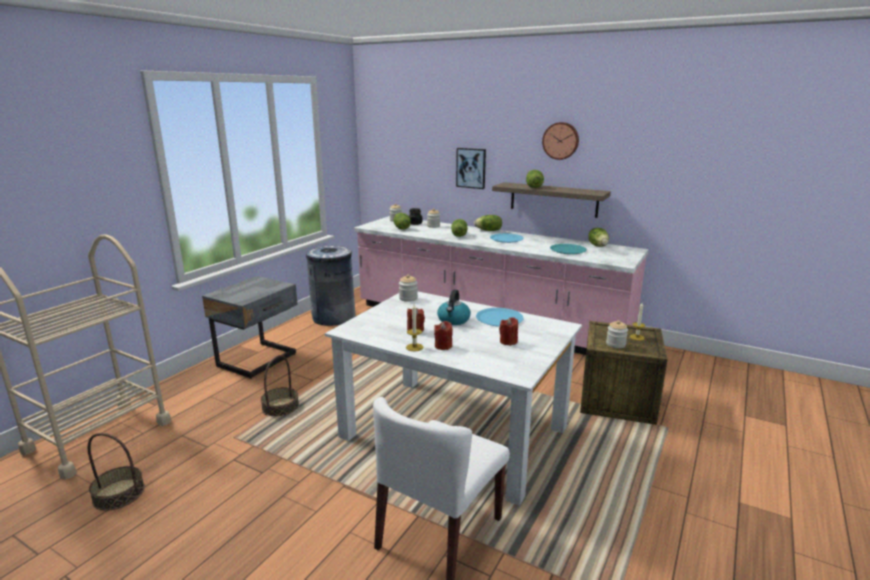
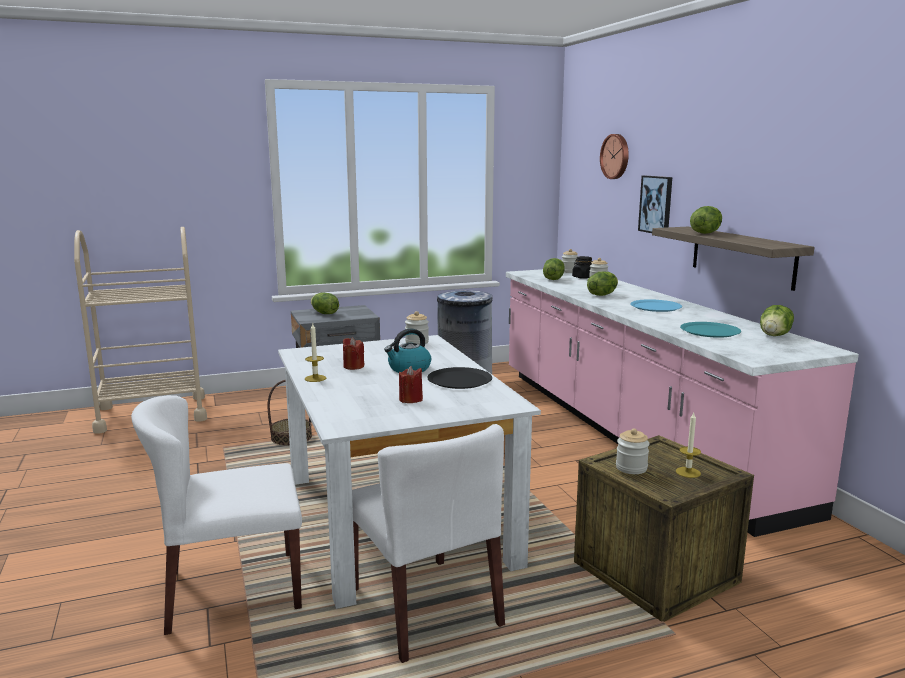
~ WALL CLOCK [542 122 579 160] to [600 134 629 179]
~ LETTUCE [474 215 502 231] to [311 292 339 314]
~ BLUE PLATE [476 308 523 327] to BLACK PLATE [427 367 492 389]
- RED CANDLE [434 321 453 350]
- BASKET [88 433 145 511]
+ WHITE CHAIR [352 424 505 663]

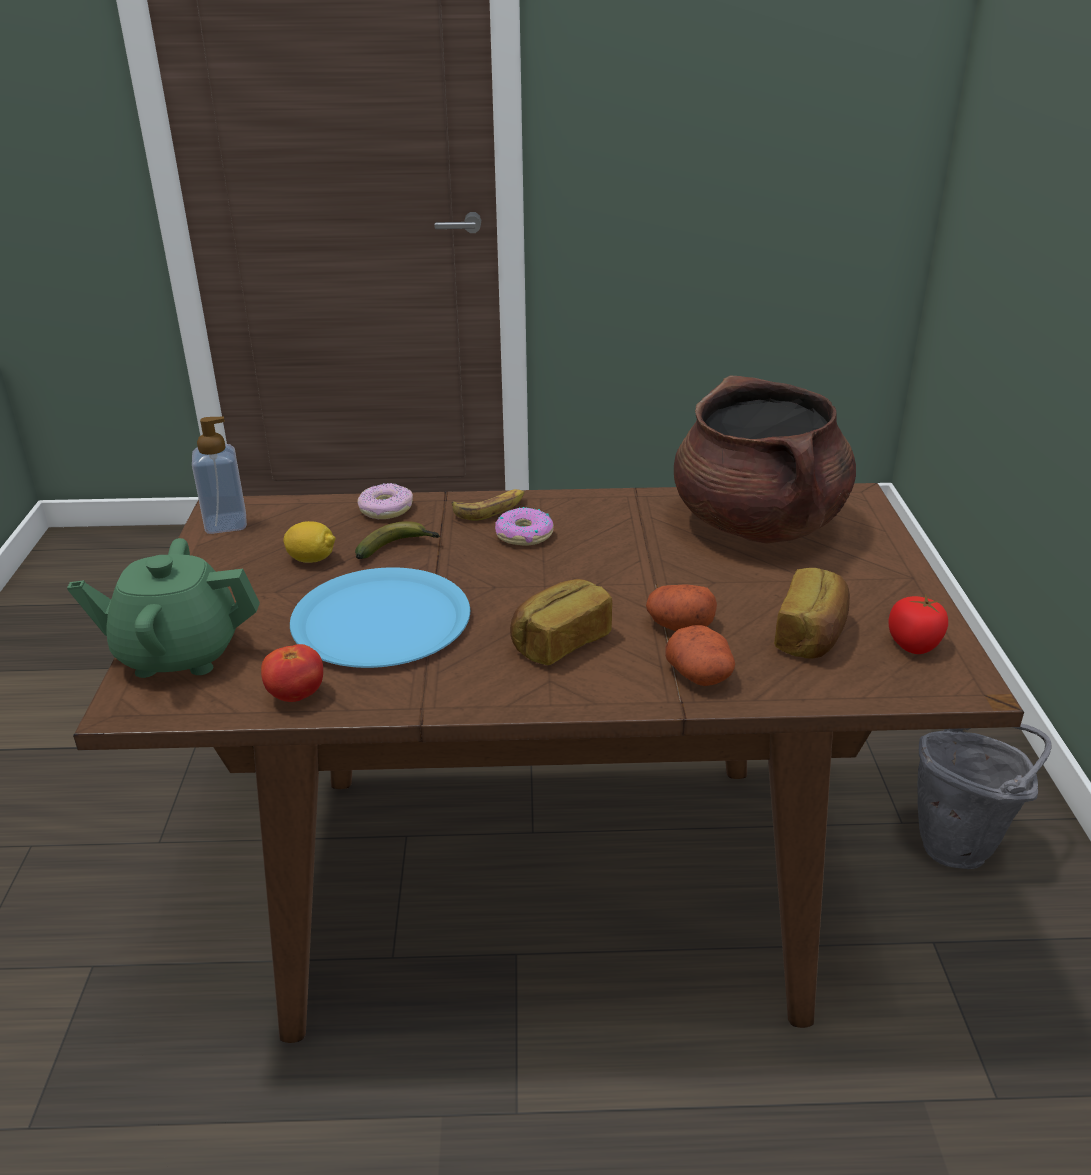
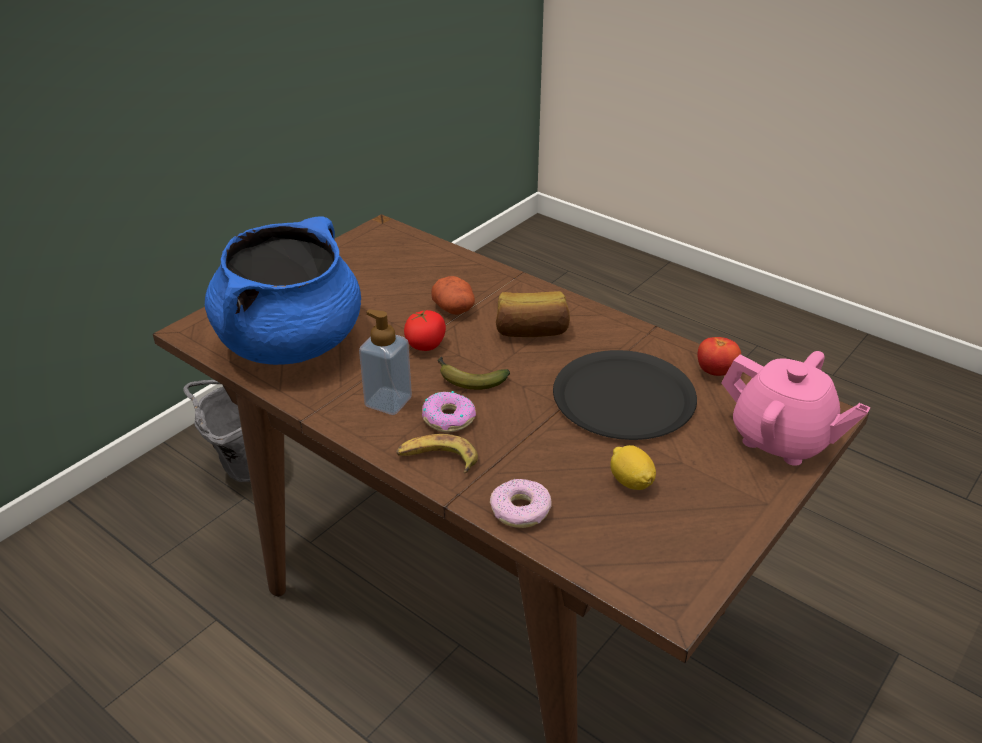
~ BROWN COOKING POT [674 375 856 543] to BLUE COOKING POT [205 216 361 365]
~ SOAP DISPENSER [192 417 247 534] to [359 309 412 415]
~ BANANA [355 521 441 559] to [437 356 510 390]
~ GREEN TEAPOT [67 538 260 678] to PINK TEAPOT [721 351 871 466]
~ BLUE PLATE [290 567 470 668] to BLACK PLATE [553 350 697 440]
- BREAD [774 568 850 658]
~ TOMATO [889 594 948 654] to [404 309 446 351]
- POTATO [665 625 735 686]

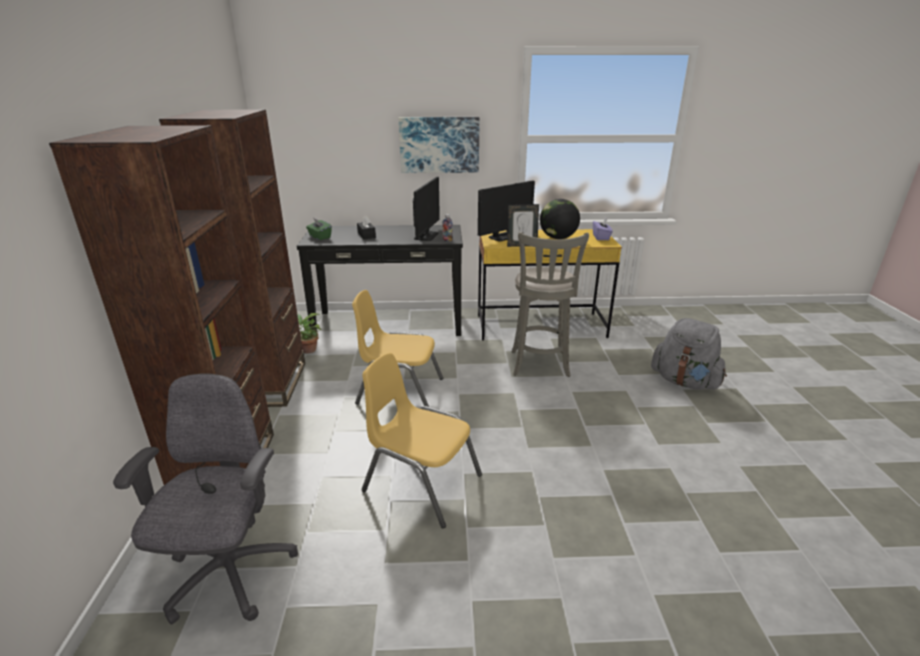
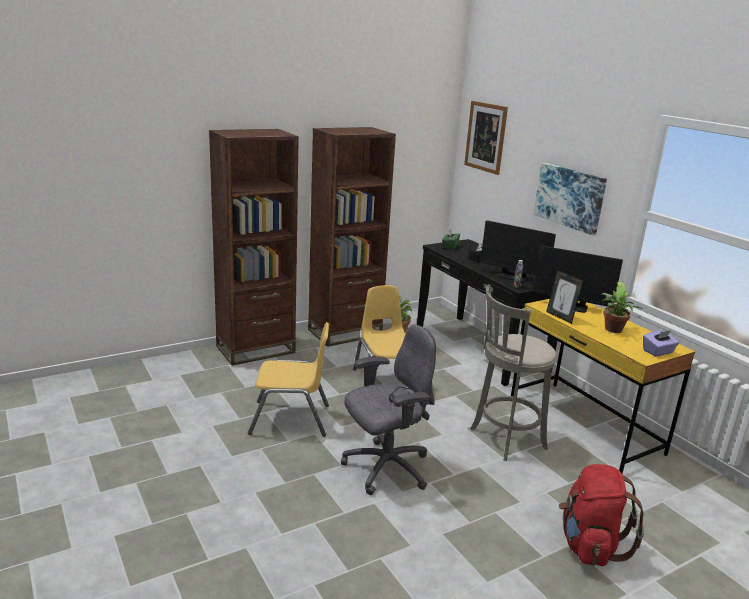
~ MONITOR [413 177 440 241] = [480 220 556 282] 45 degrees clockwise
~ GLOBE [540 199 580 239] to POTTED PLANT [601 281 642 333]
~ GREY BACKPACK [651 318 727 389] to RED BACKPACK [559 464 645 566]
~ YELLOW CHAIR [361 353 482 528] = [248 322 329 437] 90 degrees clockwise
~ GREY OFFICE CHAIR [113 373 298 624] to [341 324 436 495]
+ PICTURE [464 101 508 175]

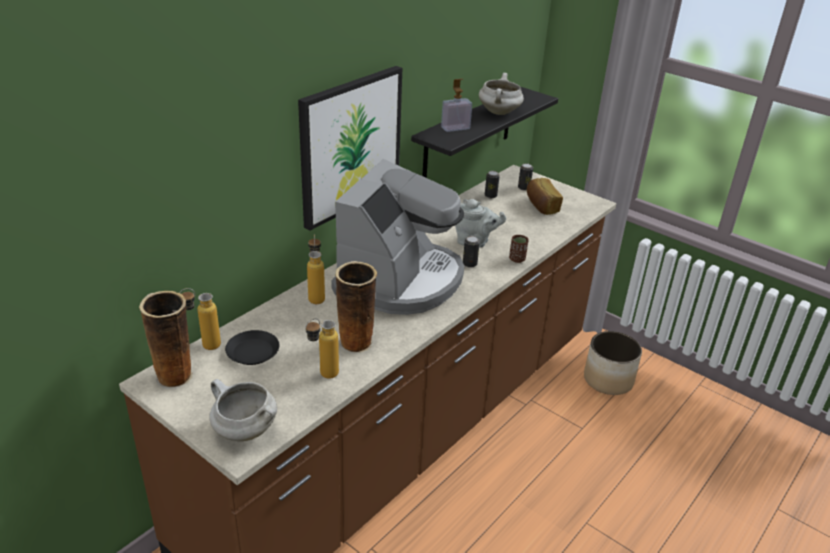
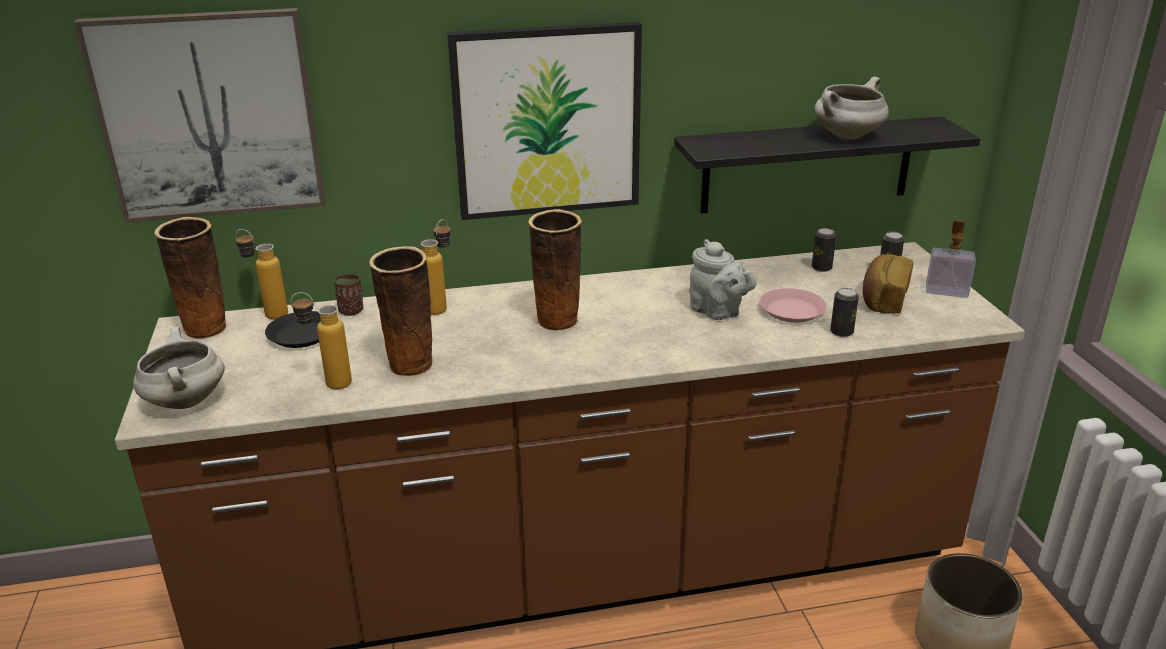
~ SOAP DISPENSER [441 79 472 132] to [926 220 976 298]
~ COFFEE MACHINE [331 159 464 315] to VASE [528 209 582 332]
~ BROWN CUP [509 235 529 263] to [334 274 363 316]
~ CAN [463 236 480 268] to [830 288 859 337]
+ PICTURE [73 8 326 223]
+ PINK PLATE [760 288 827 323]

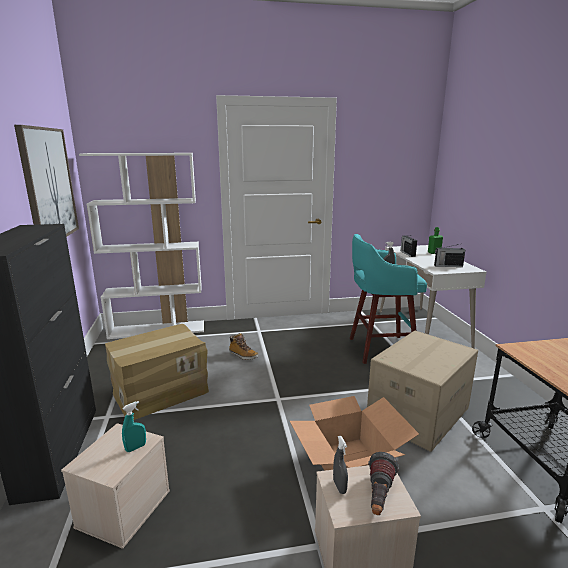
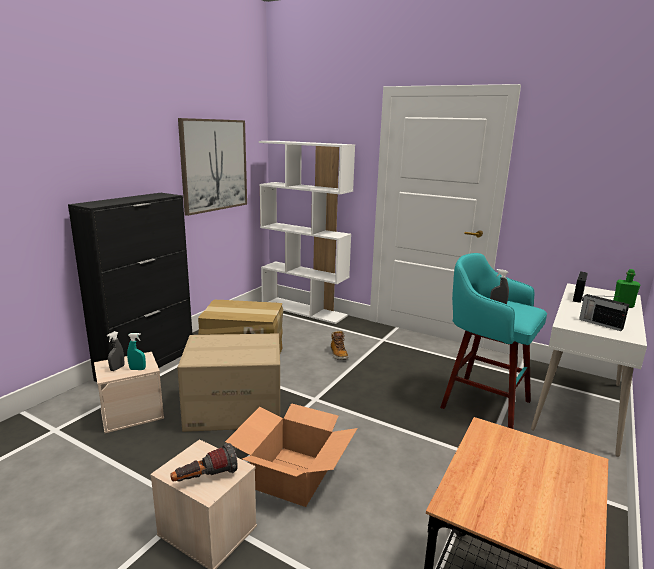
~ CARDBOARD BOX [367 330 478 452] to [177 333 280 432]
~ GREY SPRAY BOTTLE [333 436 348 494] to [107 331 124 371]

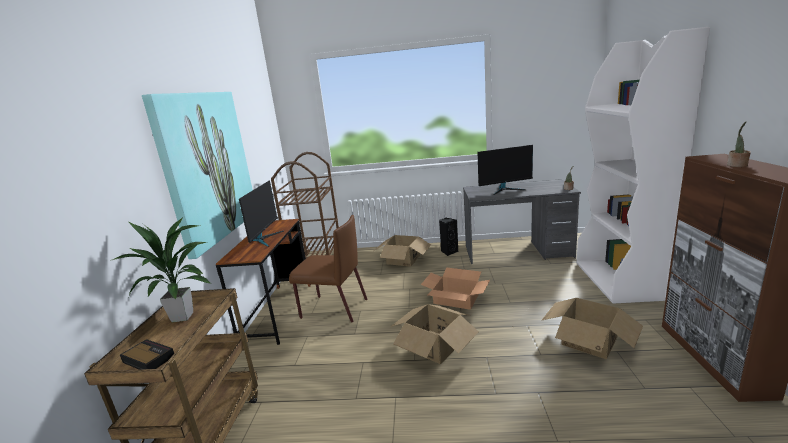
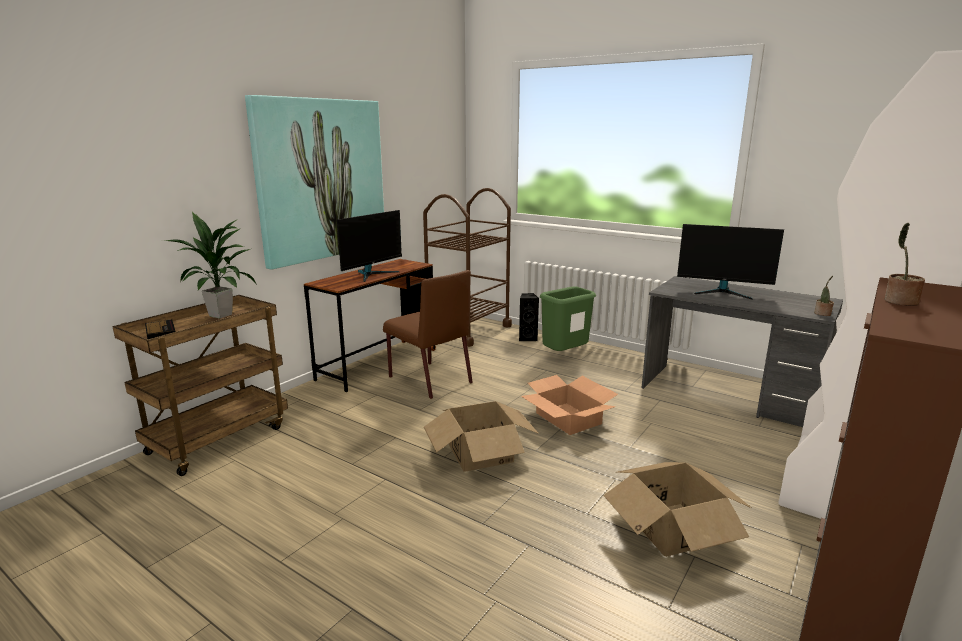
~ BLACK SPEAKER [439 218 459 256] to [519 293 539 341]
~ CARDBOARD BOX [375 235 431 267] to GREEN TRASH CAN [540 286 596 351]

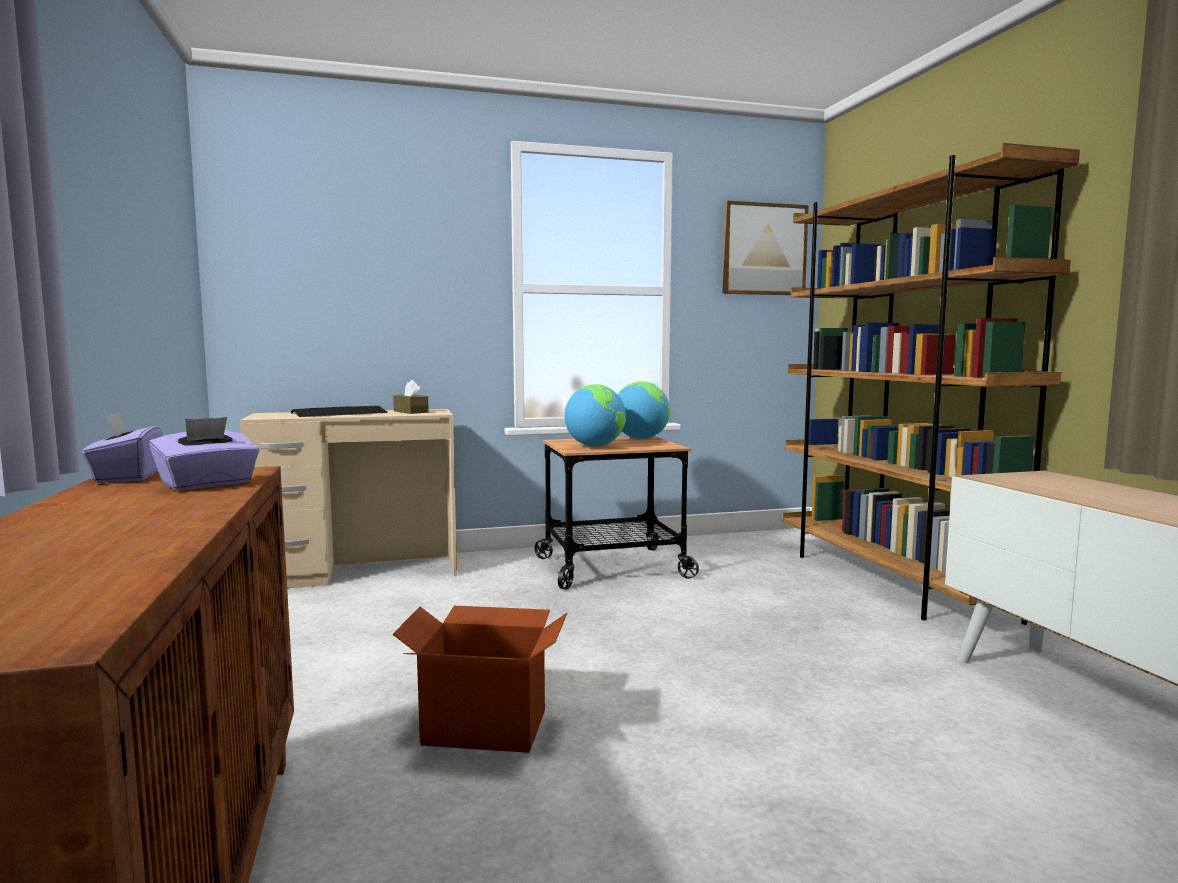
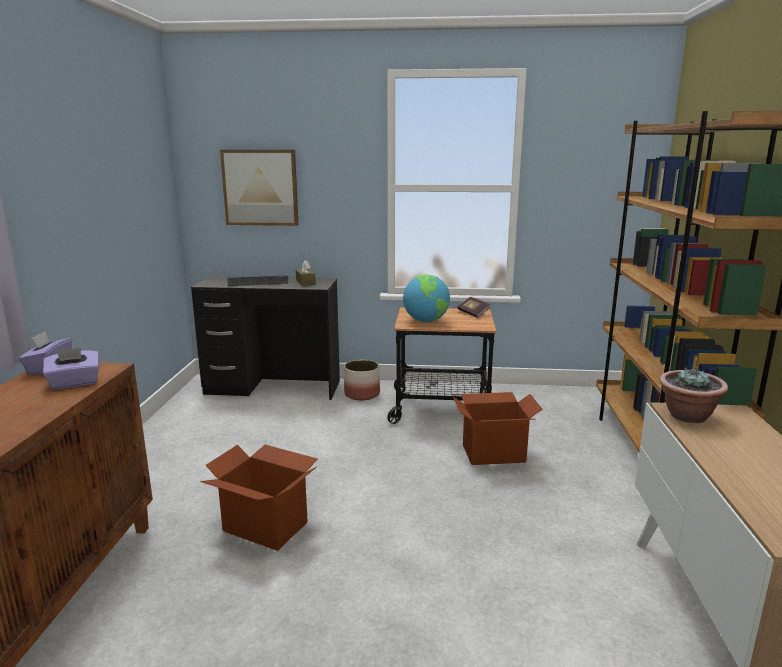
~ PICTURE [722 201 808 295] to [220 150 299 226]
~ GLOBE [618 381 670 439] to BOOK [457 297 490 318]
~ BEIGE DESK [240 409 457 588] to BLACK DESK [191 276 340 400]
+ PLANTER [344 360 380 400]
+ POTTED PLANT [659 368 728 423]
+ CARDBOARD BOX [453 392 543 465]

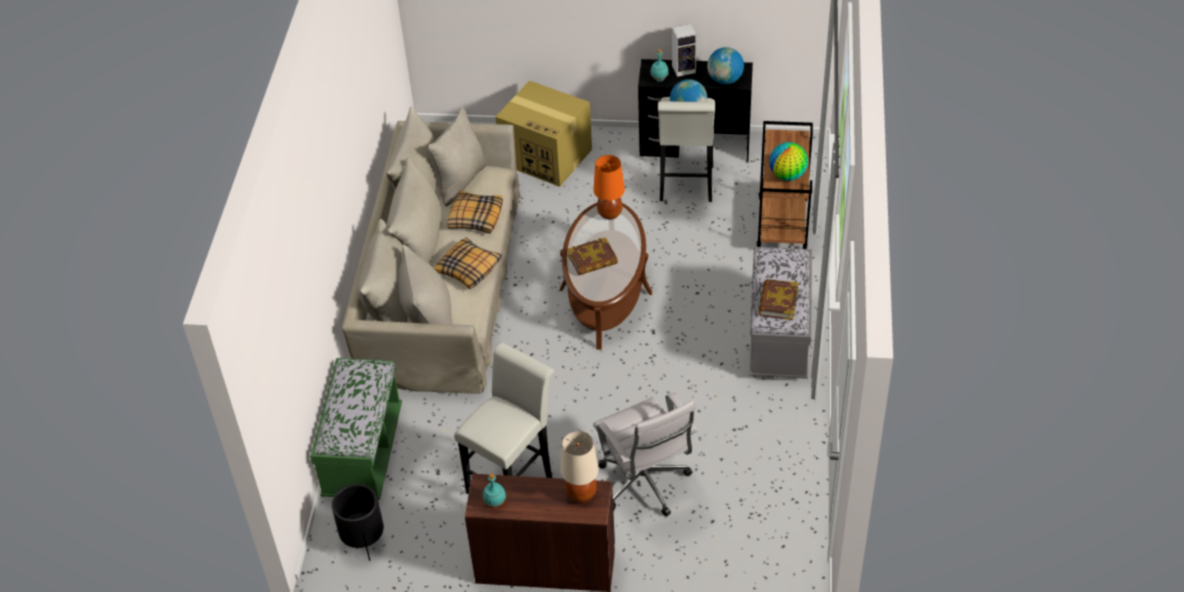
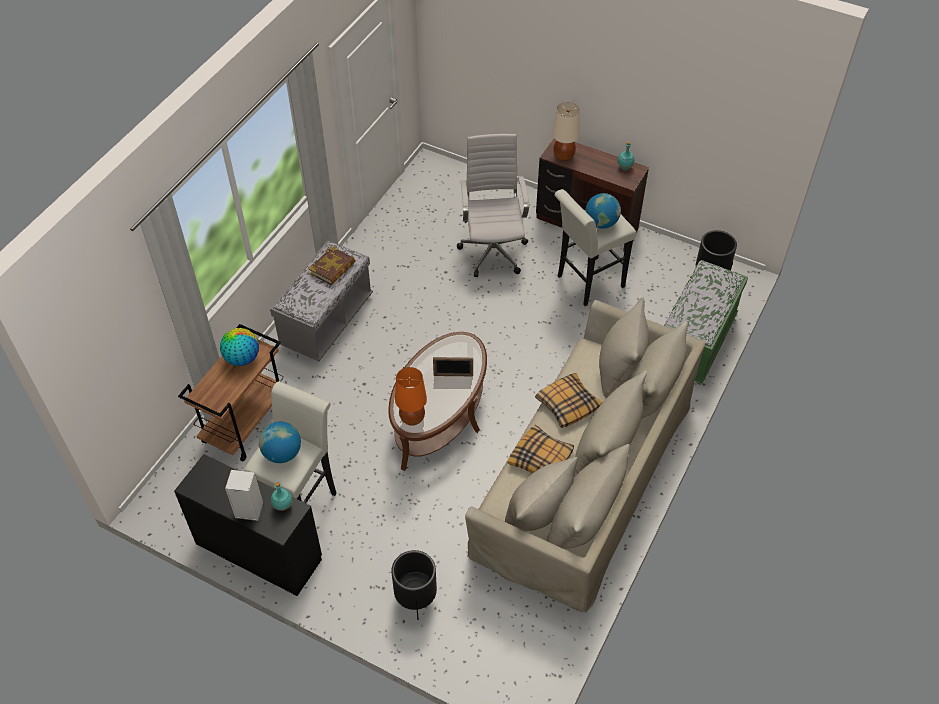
~ GLOBE [707 47 744 84] to [586 193 621 229]
~ CARDBOARD BOX [495 81 592 187] to BLACK PLANTER [391 550 437 620]
~ BOOK [567 237 618 275] to PICTURE FRAME [433 357 473 376]

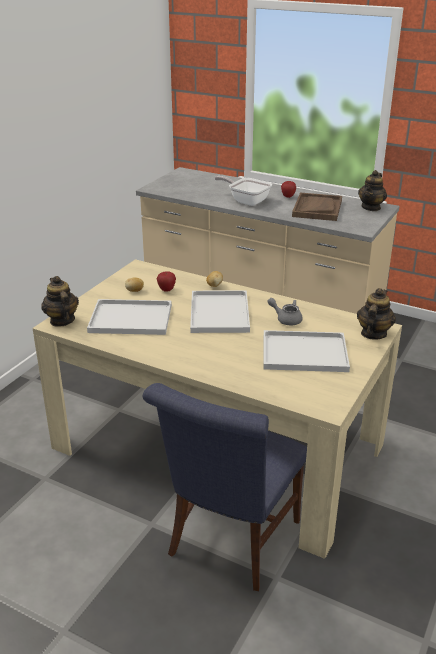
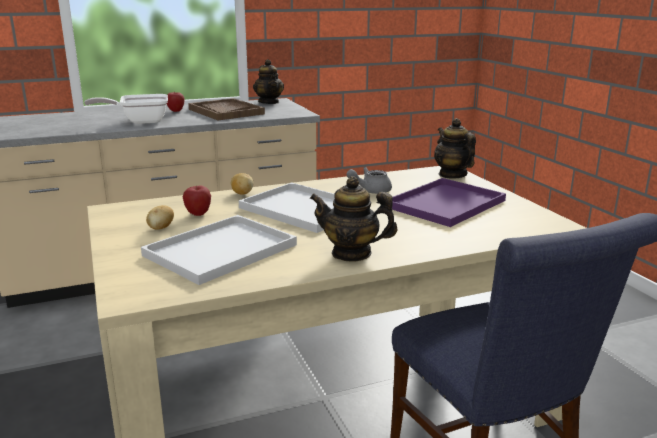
~ TEAPOT [41 276 79 327] to [310 176 398 262]
~ WHITE TRAY [263 330 350 372] to PURPLE TRAY [392 178 506 227]

